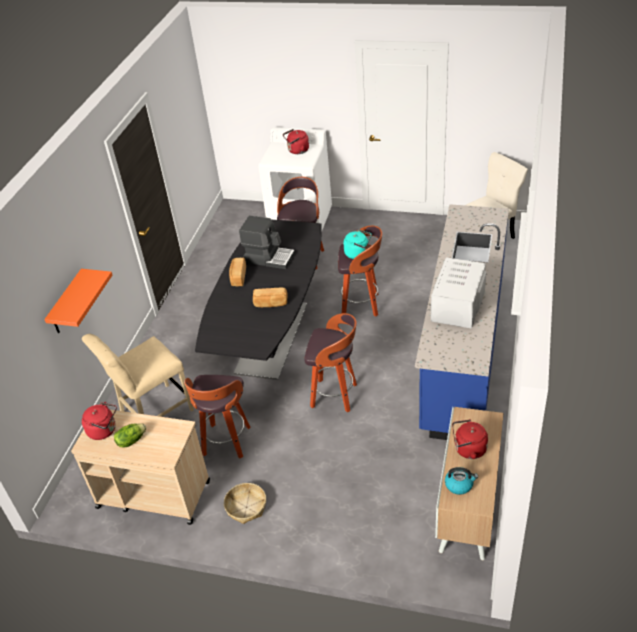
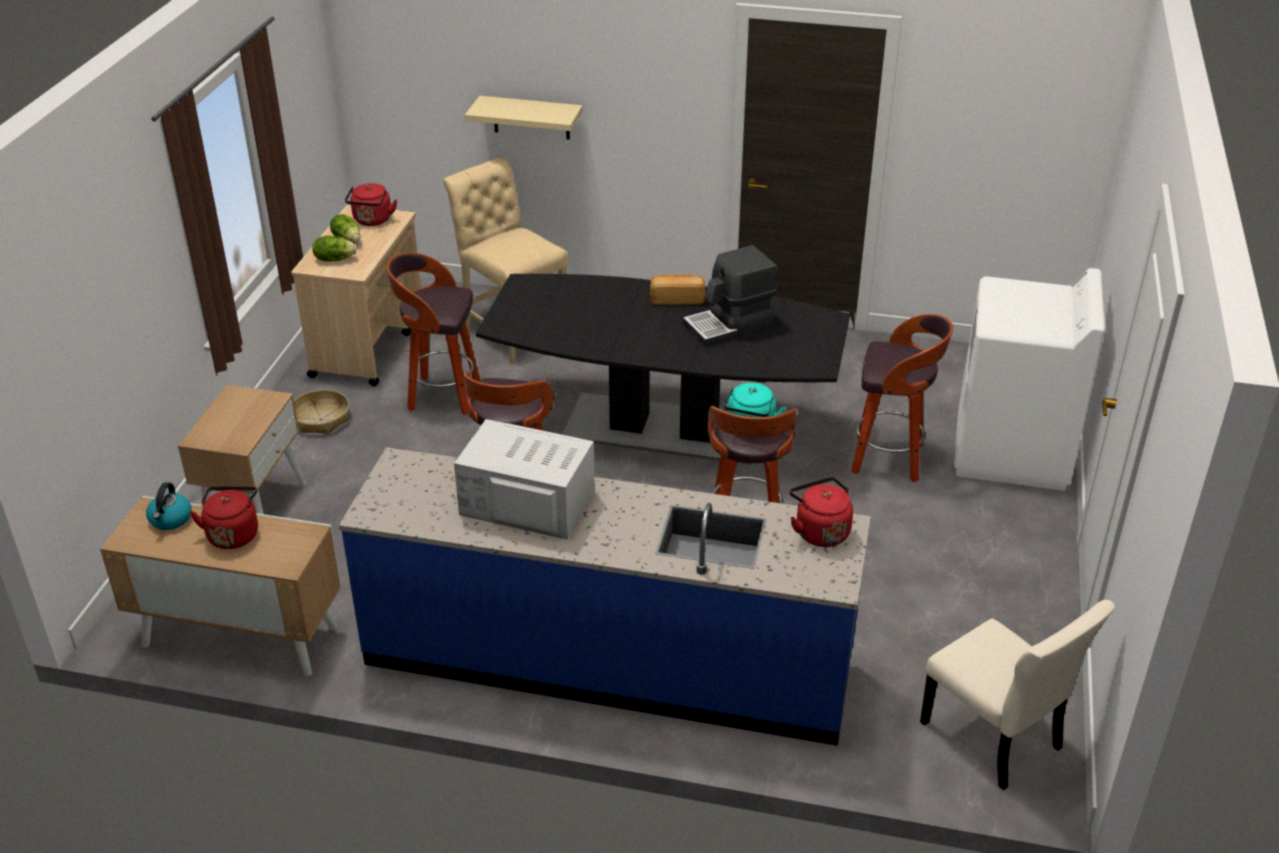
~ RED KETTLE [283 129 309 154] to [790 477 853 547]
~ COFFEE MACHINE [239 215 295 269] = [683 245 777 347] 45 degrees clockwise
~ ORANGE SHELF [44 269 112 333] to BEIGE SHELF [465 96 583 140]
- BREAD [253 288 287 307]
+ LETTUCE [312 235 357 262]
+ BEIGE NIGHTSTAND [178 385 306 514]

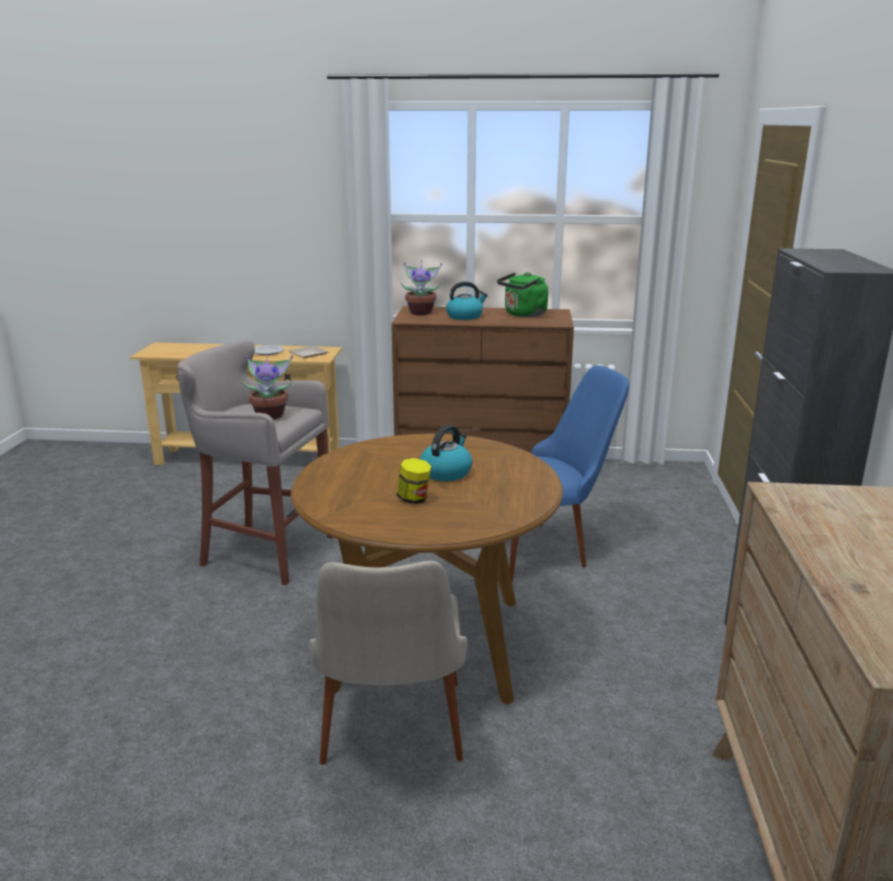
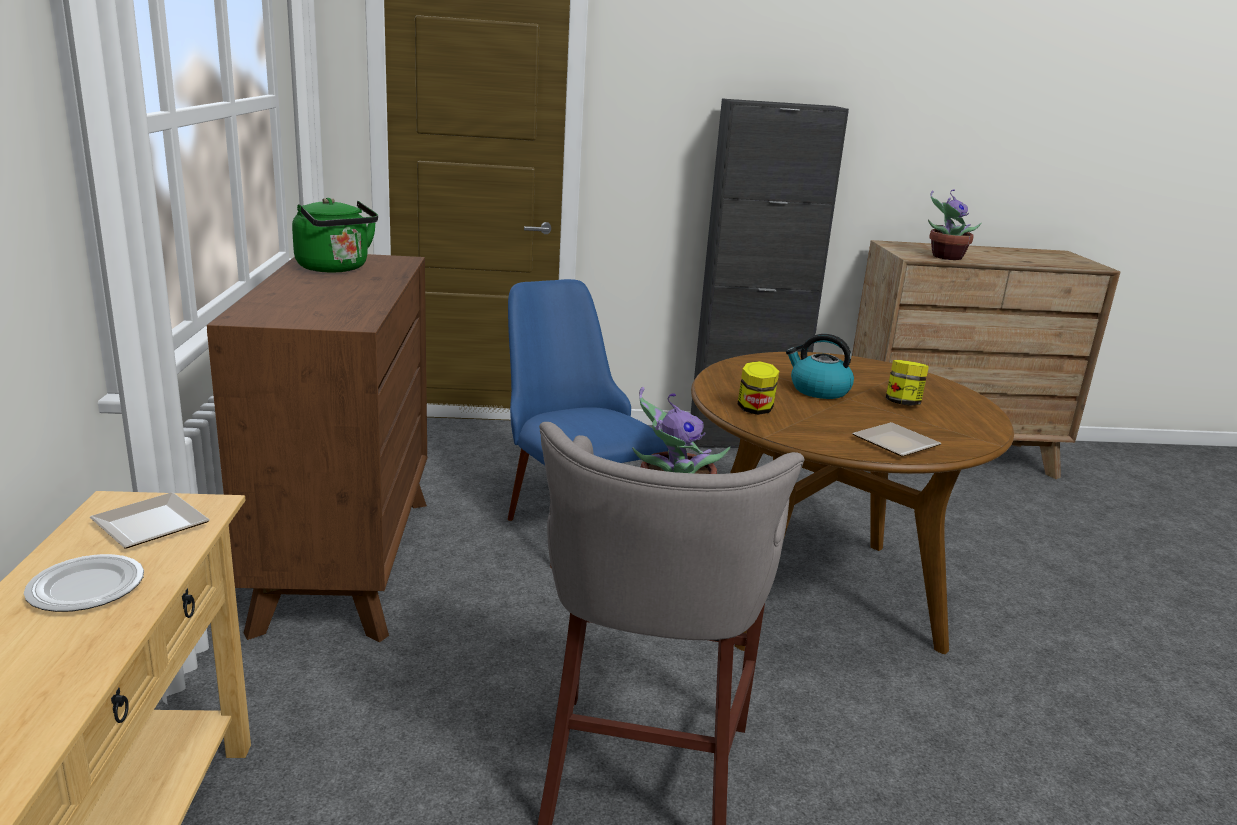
~ POTTED PLANT [401 260 442 315] to [928 189 981 260]
- KETTLE [446 281 488 320]
- BEIGE CHAIR [309 561 467 765]
+ JAR [738 361 779 415]
+ PLATE [852 422 942 457]

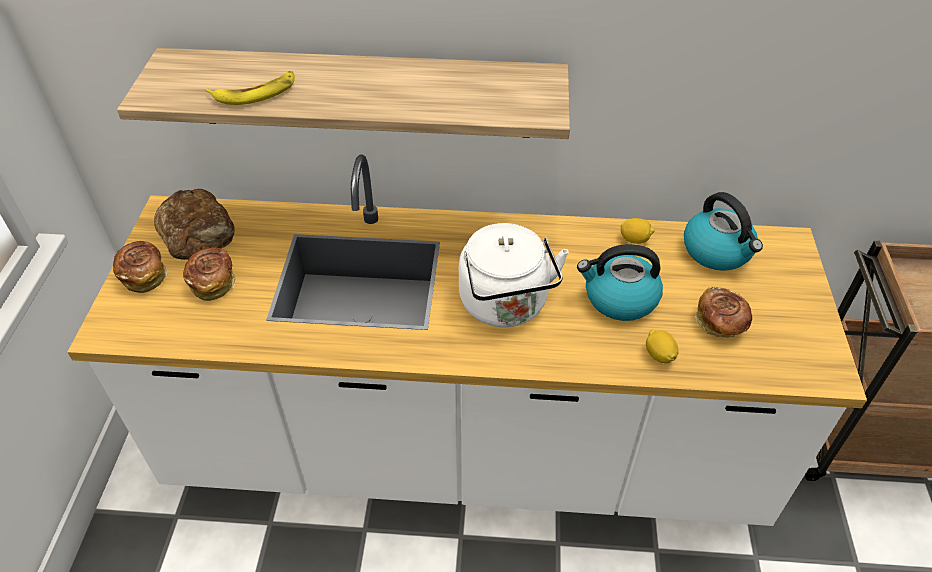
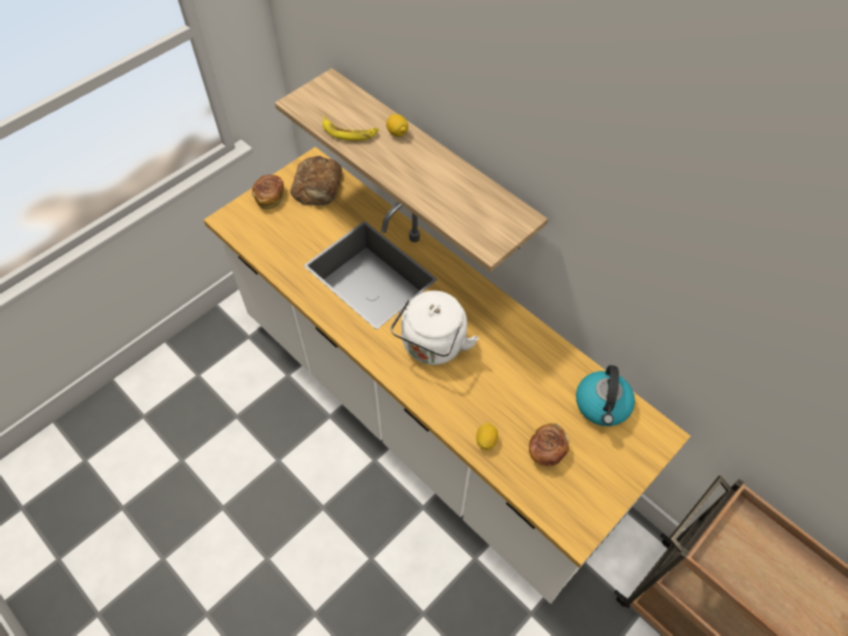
~ LEMON [620 218 655 244] to [386 114 408 137]
- KETTLE [577 244 663 321]
- BREAD [183 247 236 301]

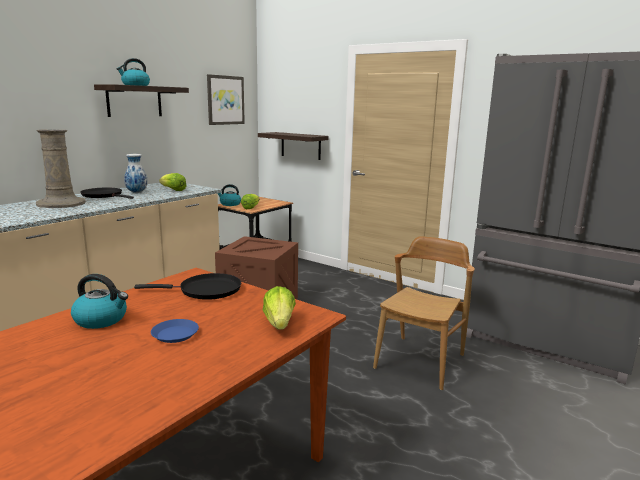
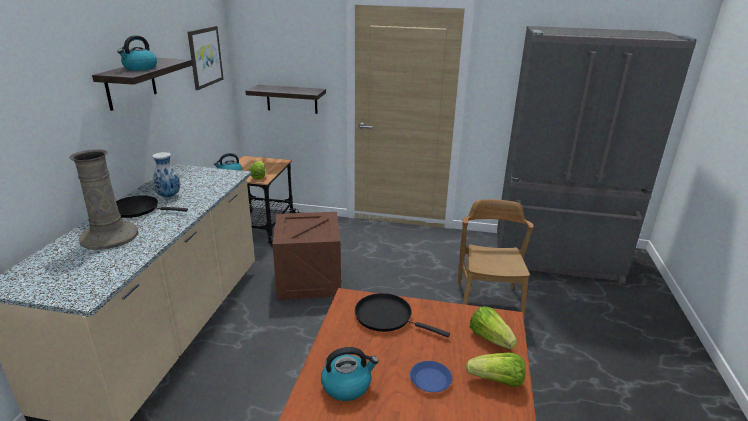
~ LETTUCE [159 173 186 191] to [466 353 526 387]
~ BLACK FRYING PAN [134 273 241 300] = [355 293 450 338] 120 degrees counterclockwise

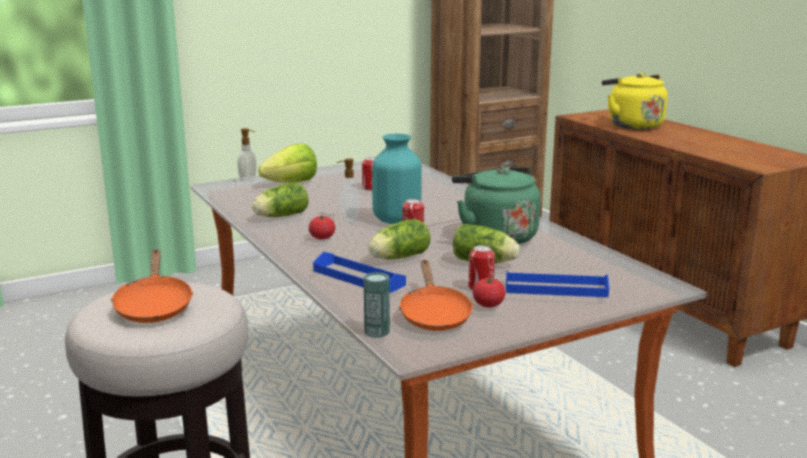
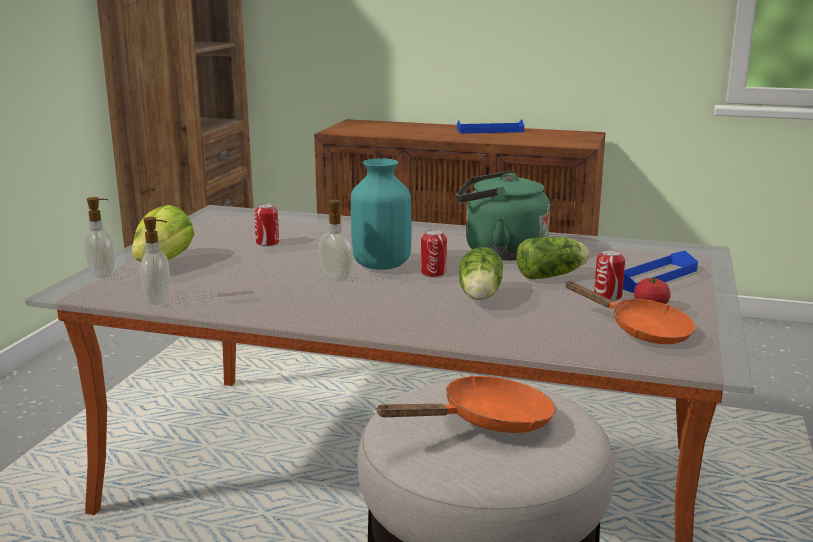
- YELLOW KETTLE [602 73 667 130]
- LETTUCE [252 182 308 217]
- TOMATO [309 215 335 239]
~ ORANGE FRYING PAN [110 249 194 323] = [375 375 556 433] 60 degrees counterclockwise
~ BLUE TRAY [313 252 406 293] to [457 119 524 134]
- CAN [364 272 390 338]
+ SOAP DISPENSER [140 217 170 305]

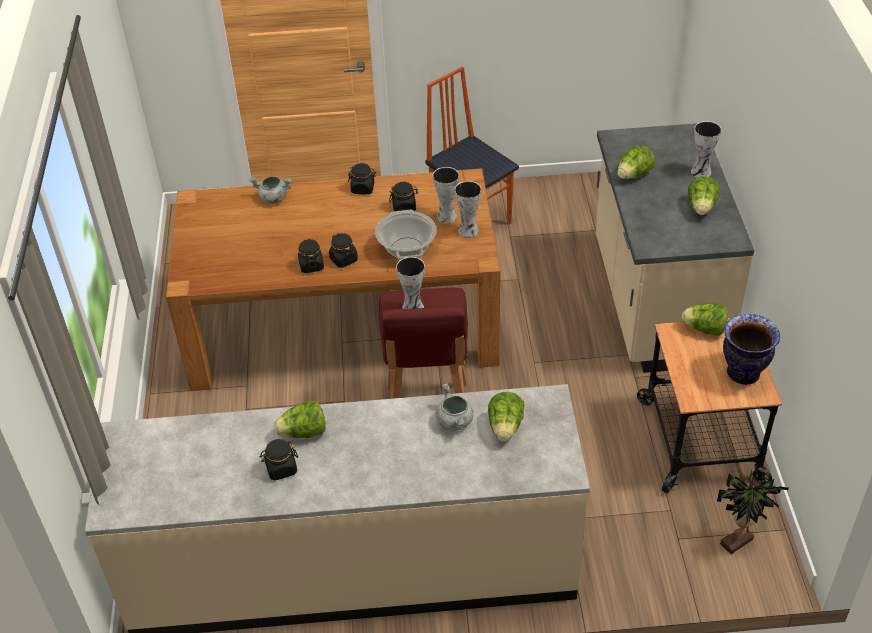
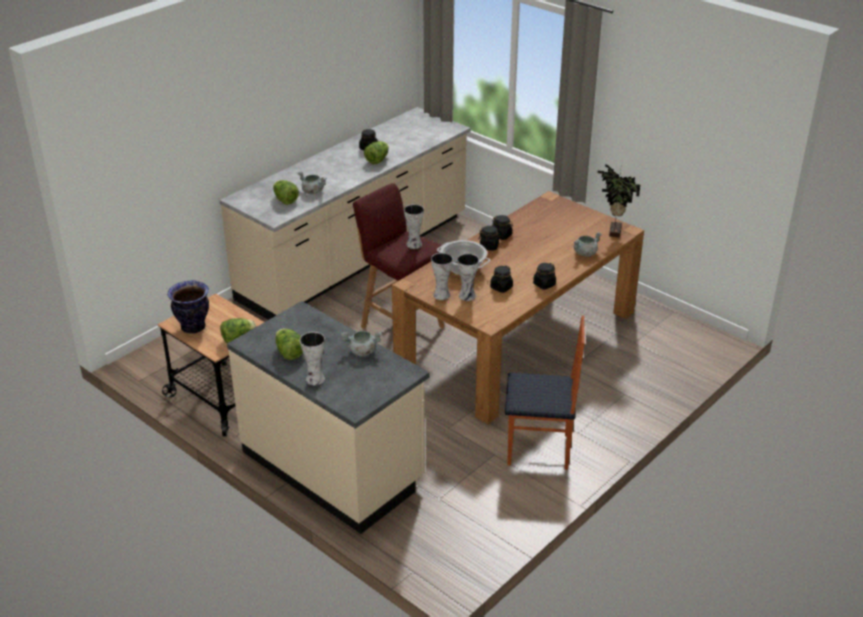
~ LETTUCE [617 145 655 179] to GREY COOKING POT [341 331 382 356]
~ POTTED PLANT [717 469 789 554] to [597 164 640 238]

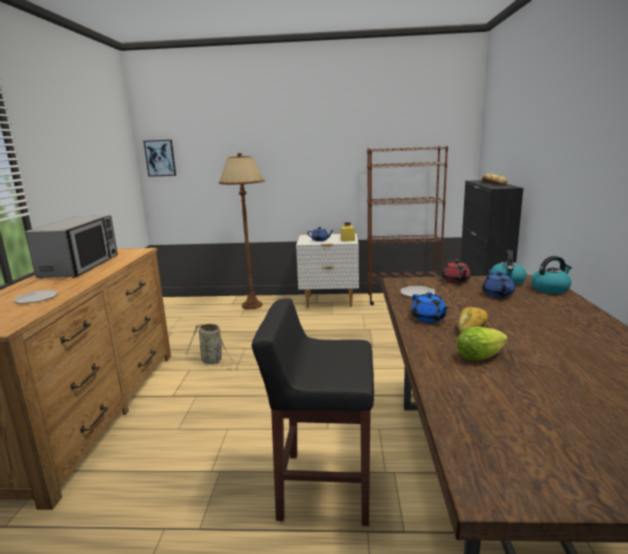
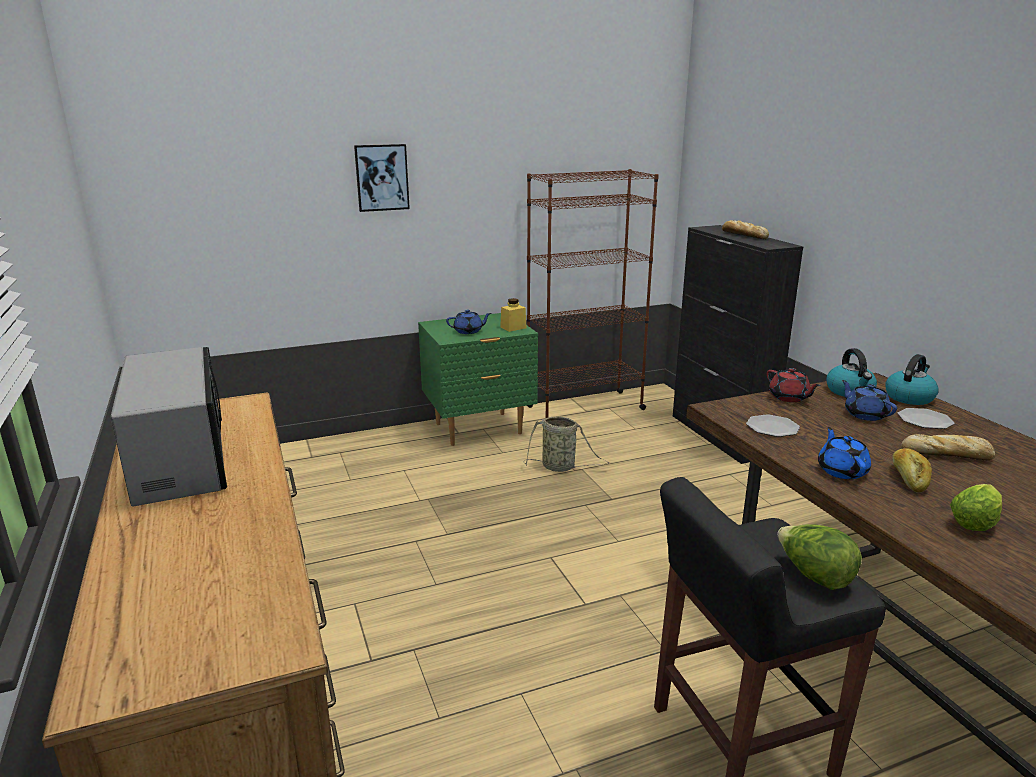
~ PICTURE [143 140 176 177] to [354 144 410 212]
- BROWN FLOOR LAMP [219 153 265 309]
~ WHITE NIGHTSTAND [296 233 359 308] to GREEN NIGHTSTAND [418 313 538 446]
~ PLATE [13 290 58 304] to [897 408 954 429]
~ BLUE TEAPOT [411 292 449 322] = [818 427 871 479] 135 degrees counterclockwise
~ BASKET [185 324 239 364] to [524 416 609 472]
+ BREAD [901 434 995 460]
+ LETTUCE [777 524 862 590]

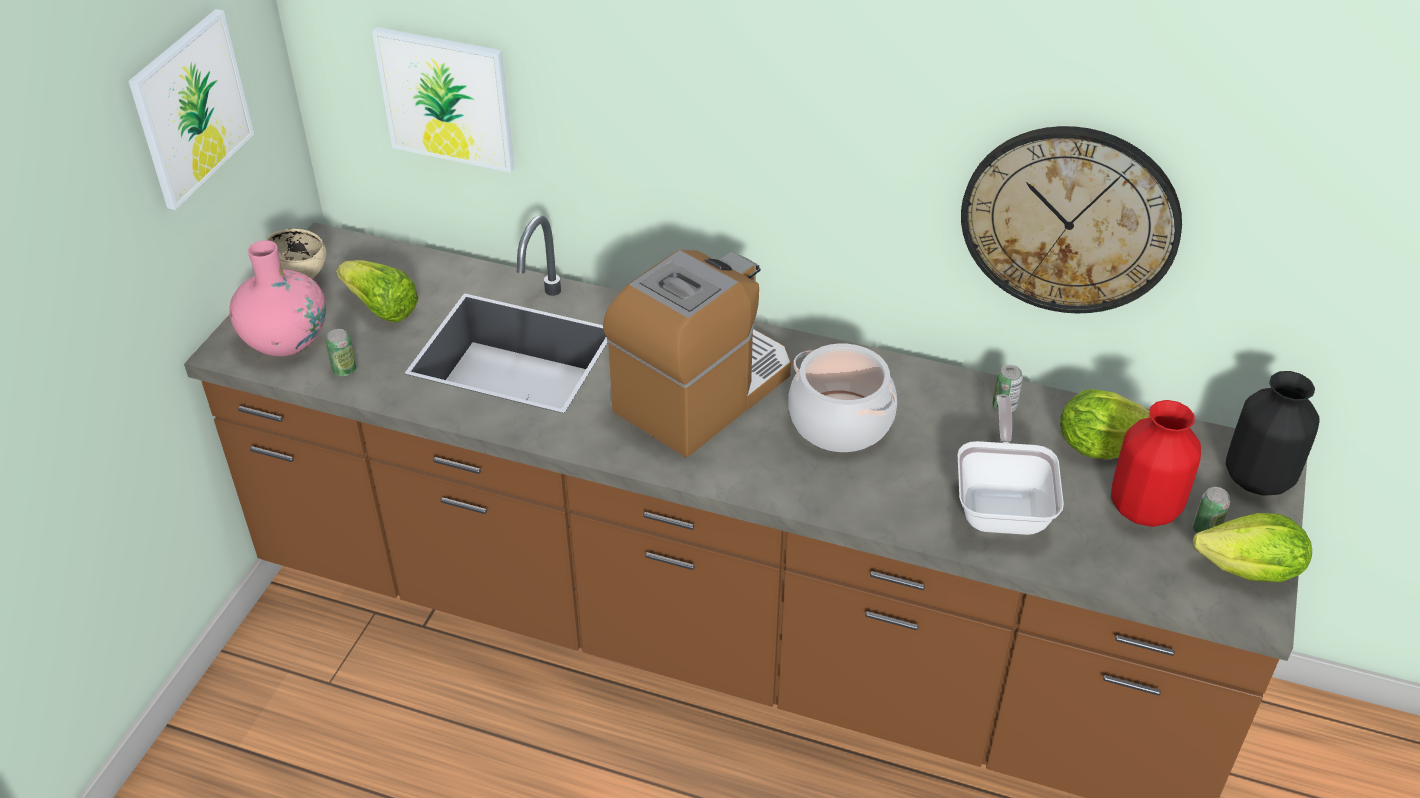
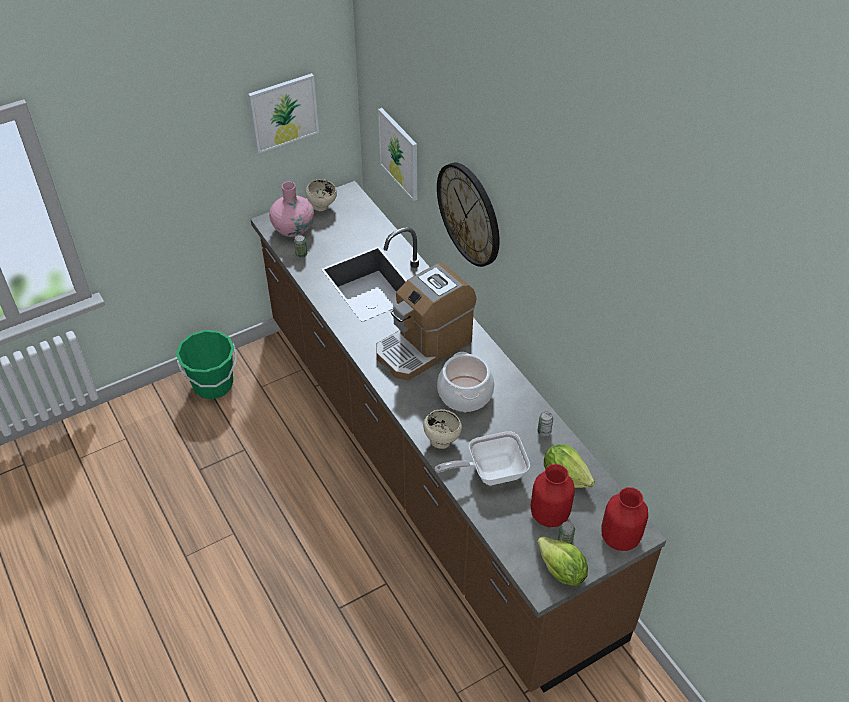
~ WALL CLOCK [961 126 1182 313] to [437 163 500 267]
~ COFFEE MACHINE [603 250 791 457] = [376 263 476 381] 150 degrees clockwise
- LETTUCE [336 260 419 323]
~ BLACK VASE [1226 371 1320 496] to RED VASE [601 487 648 551]
~ FRYING PAN [958 394 1064 535] = [435 431 530 485] 150 degrees counterclockwise
+ GREEN BUCKET [176 330 237 399]
+ BEIGE BOWL [423 409 462 449]

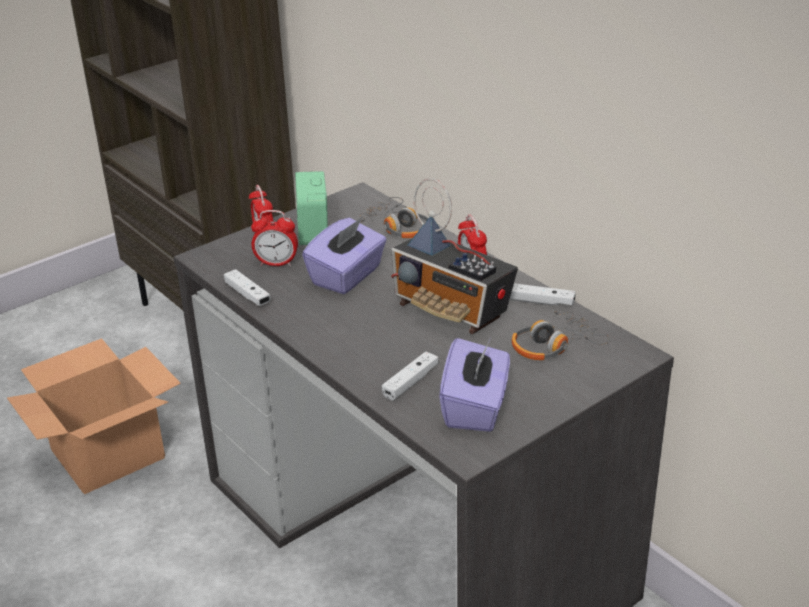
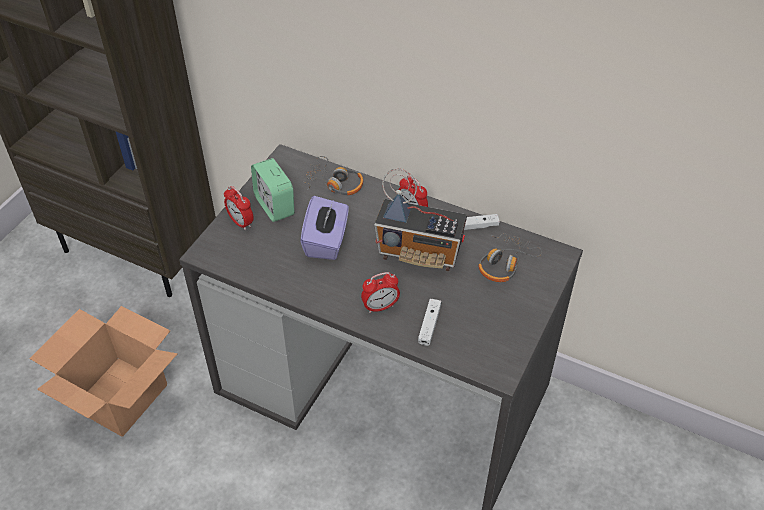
~ ALARM CLOCK [251 210 298 266] to [361 272 400 313]
- WHITE GAME CONTROLLER [224 269 271 306]
- PURPLE TISSUE BOX [439 338 510 432]

